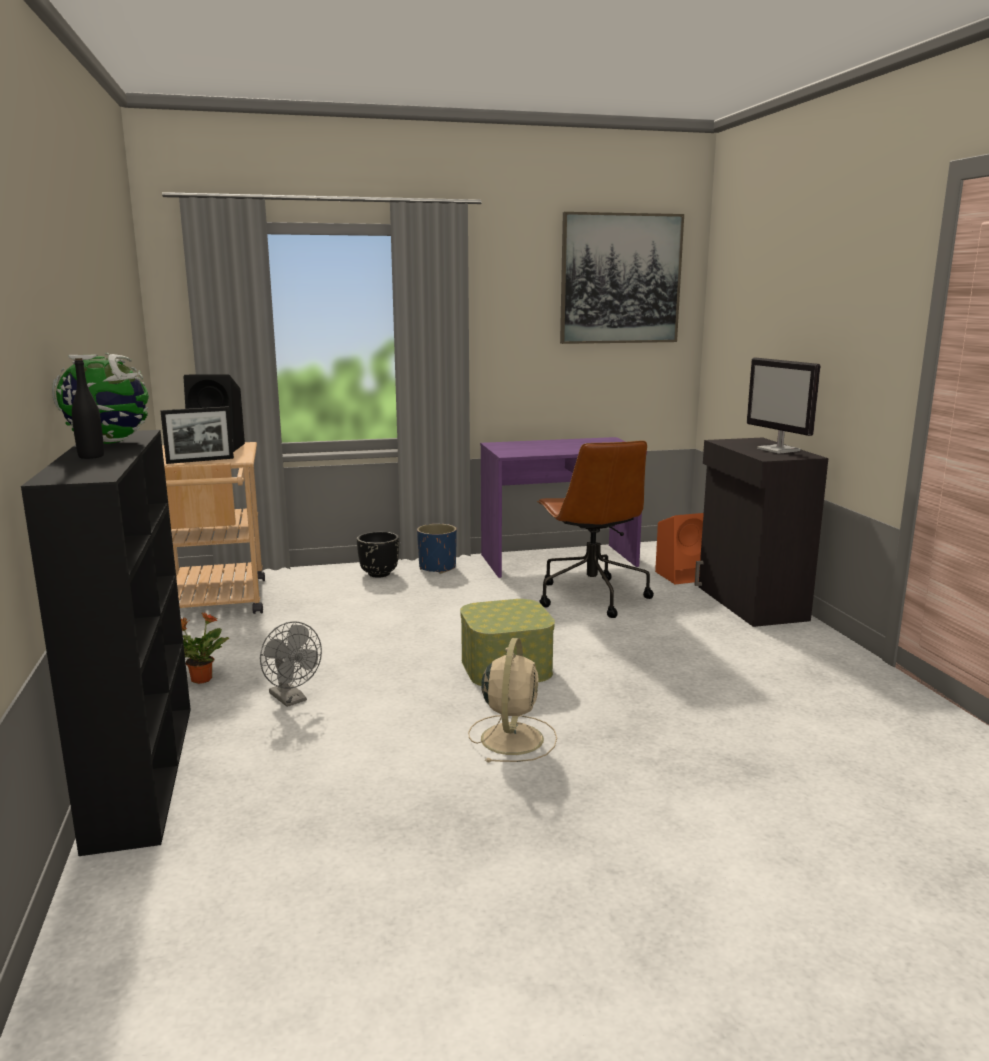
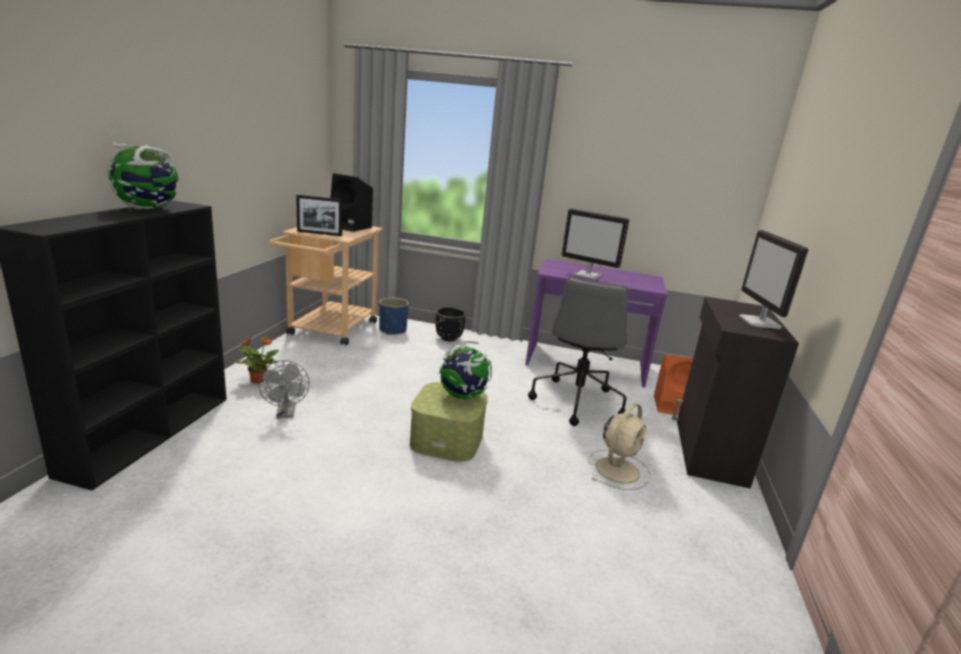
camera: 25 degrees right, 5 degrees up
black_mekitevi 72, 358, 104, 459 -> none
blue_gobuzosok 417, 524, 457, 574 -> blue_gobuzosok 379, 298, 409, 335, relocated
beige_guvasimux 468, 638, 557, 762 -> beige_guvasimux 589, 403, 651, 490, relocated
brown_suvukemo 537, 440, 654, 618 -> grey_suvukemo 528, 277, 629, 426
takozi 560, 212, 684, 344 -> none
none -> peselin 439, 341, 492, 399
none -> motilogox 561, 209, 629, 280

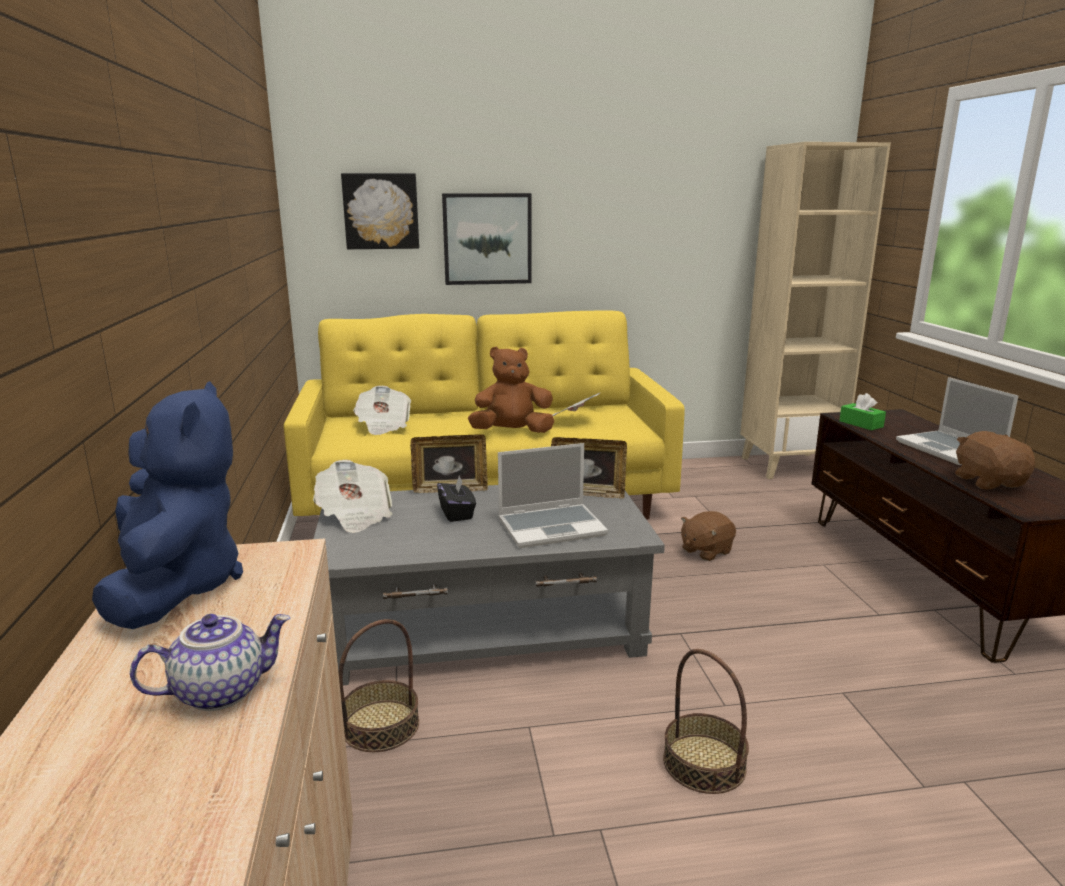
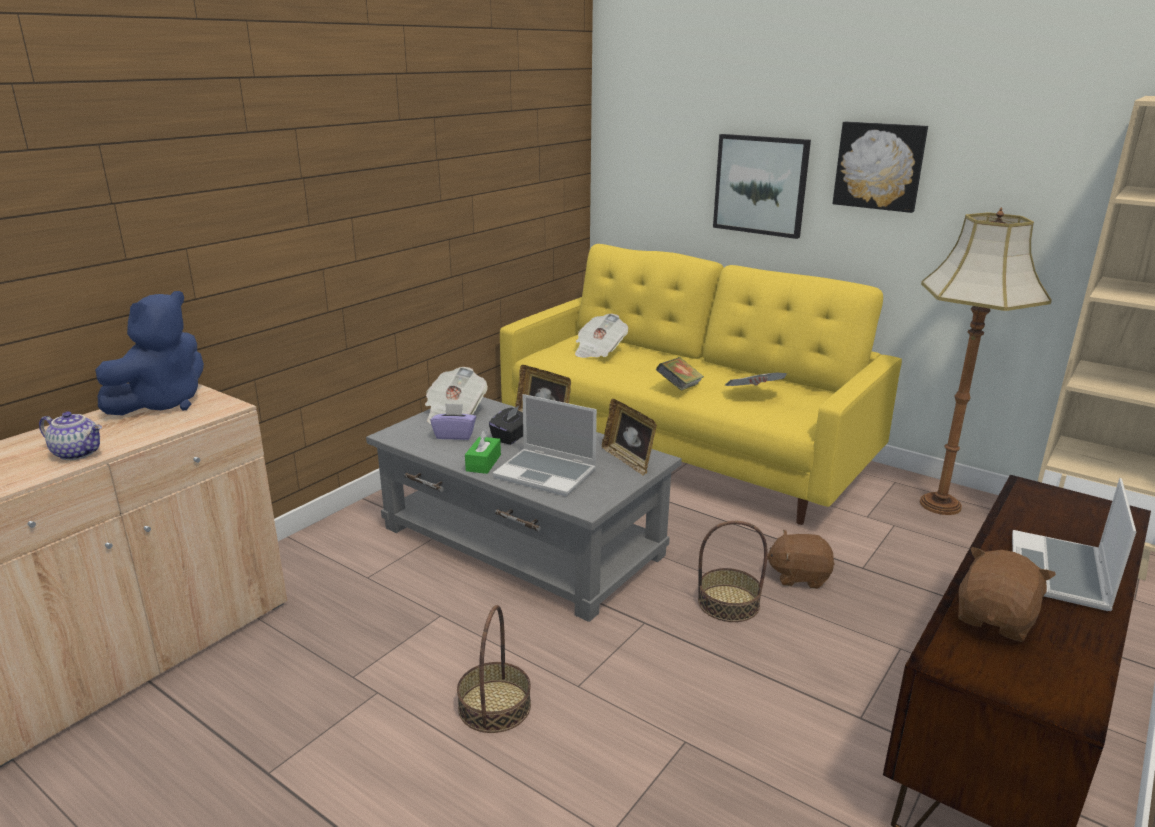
camera: 45 degrees right, 5 degrees up
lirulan 338, 619, 419, 752 -> lirulan 698, 521, 768, 622, relocated
takozi 341, 173, 419, 249 -> takozi 833, 121, 928, 213, relocated
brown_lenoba 468, 347, 554, 433 -> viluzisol 656, 357, 704, 391
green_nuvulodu 839, 393, 886, 430 -> green_nuvulodu 465, 429, 501, 474, relocated
none -> purple_nuvulodu 430, 403, 476, 440
none -> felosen 920, 207, 1052, 515

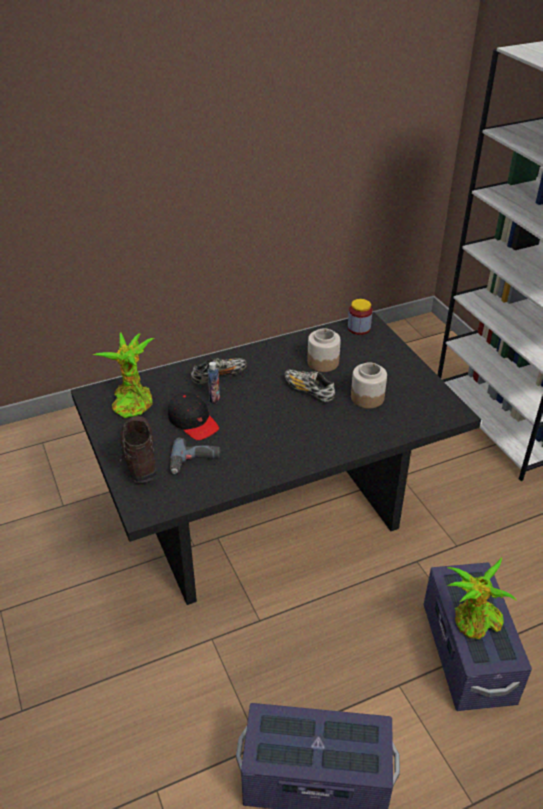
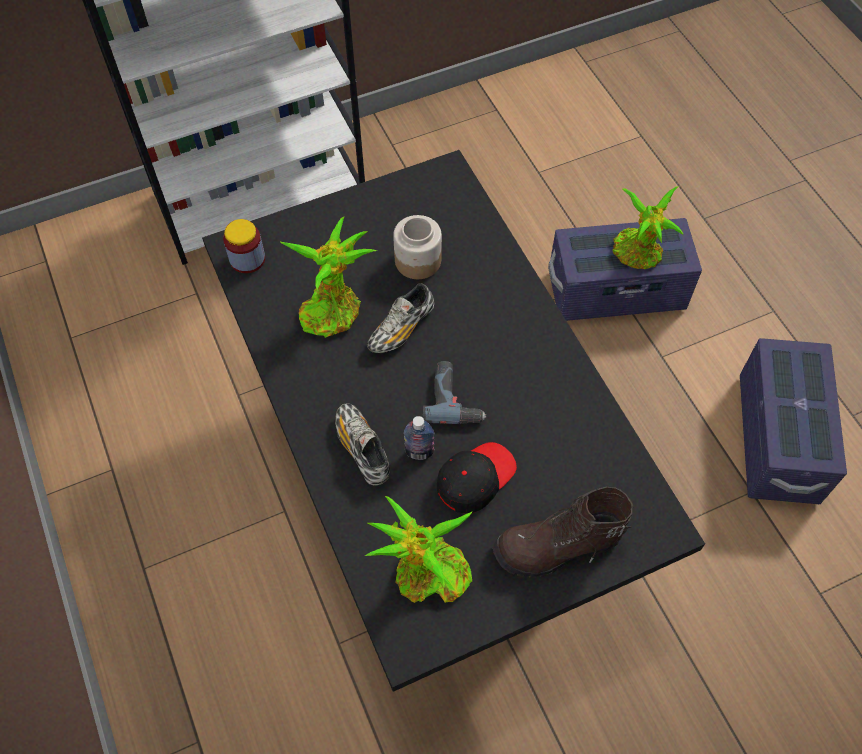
camera: 90 degrees left, 20 degrees up
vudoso 170, 438, 220, 474 -> vudoso 423, 361, 486, 424, relocated
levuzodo 307, 328, 341, 372 -> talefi 279, 217, 377, 338

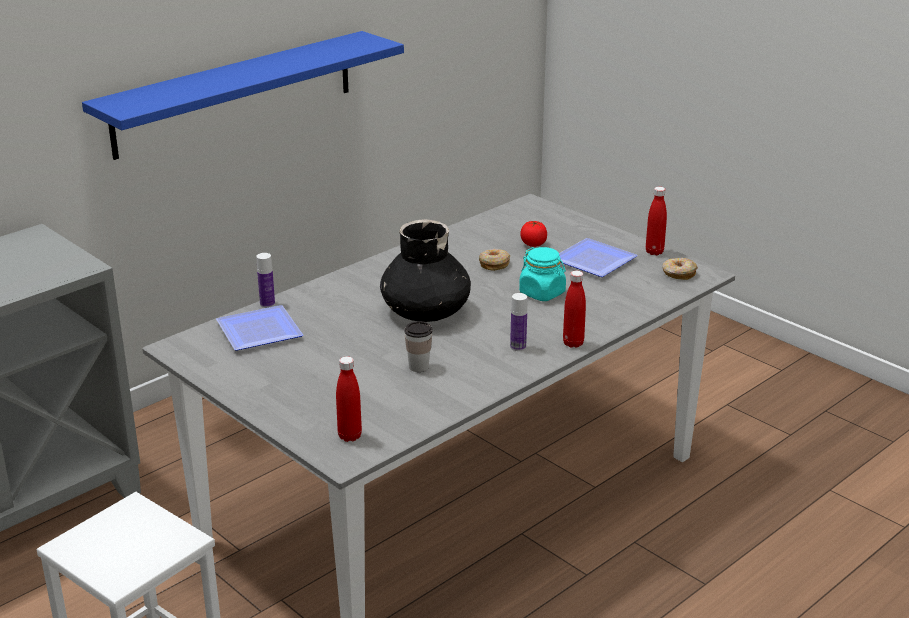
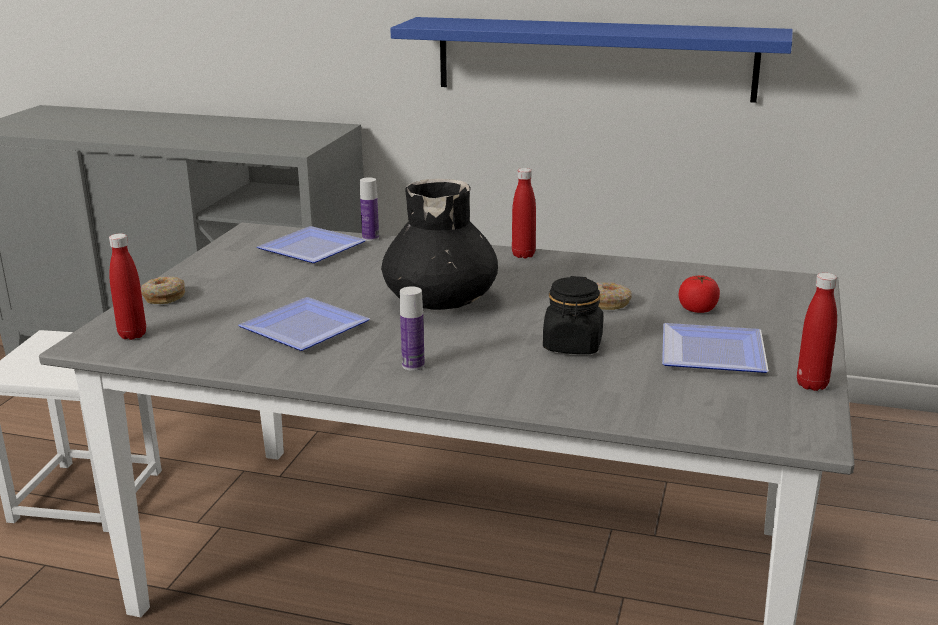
camera: 60 degrees right, 5 degrees down
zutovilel 404, 321, 433, 372 -> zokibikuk 238, 297, 370, 351
turquoise_levuzodo 519, 247, 566, 301 -> black_levuzodo 543, 276, 603, 354
red_mekitevi 563, 271, 586, 348 -> red_mekitevi 512, 168, 536, 258, relocated
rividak 662, 258, 698, 280 -> rividak 141, 277, 185, 304, relocated

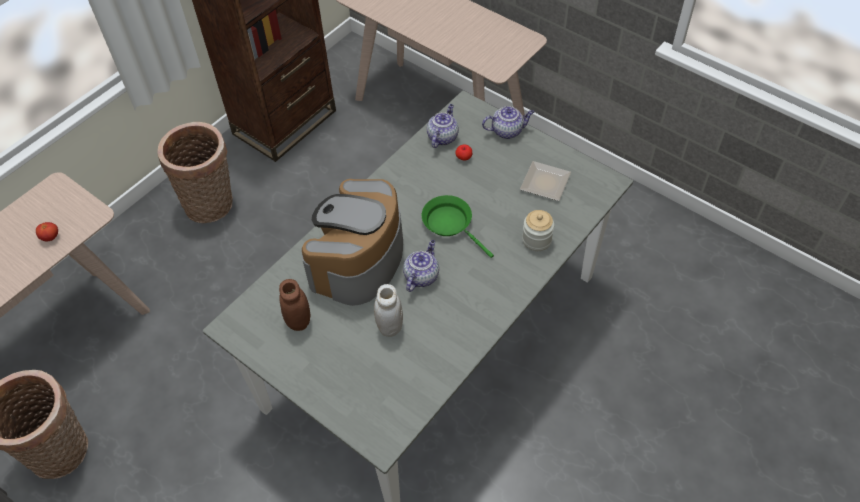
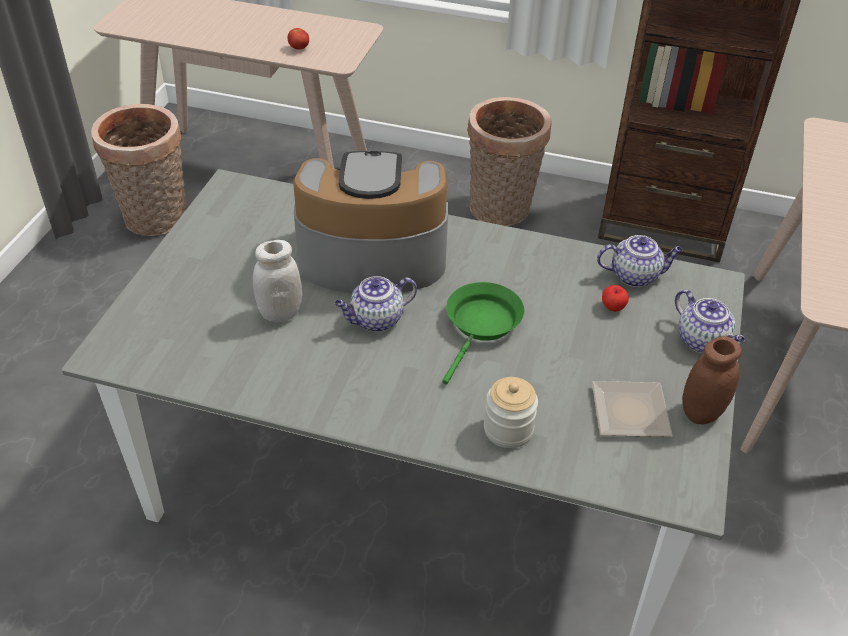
camera: 65 degrees right, 10 degrees down
brown_levuzodo 279, 279, 310, 331 -> brown_levuzodo 682, 336, 742, 425, relocated
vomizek 403, 240, 439, 292 -> vomizek 335, 276, 417, 332, 150 degrees clockwise

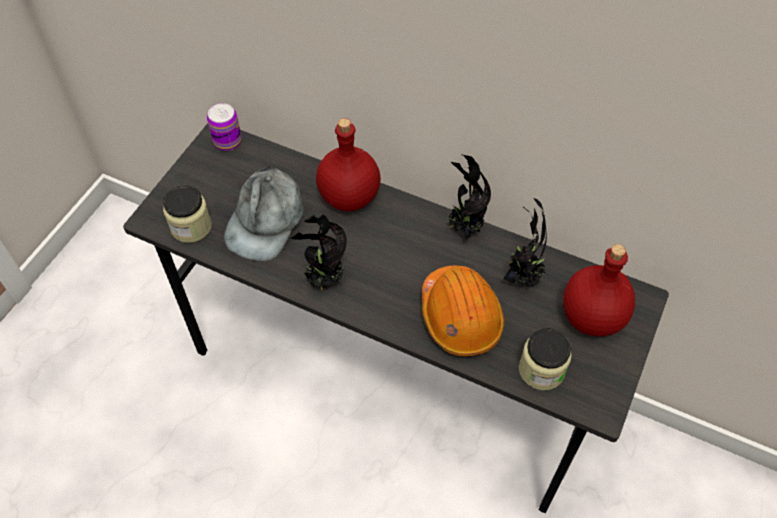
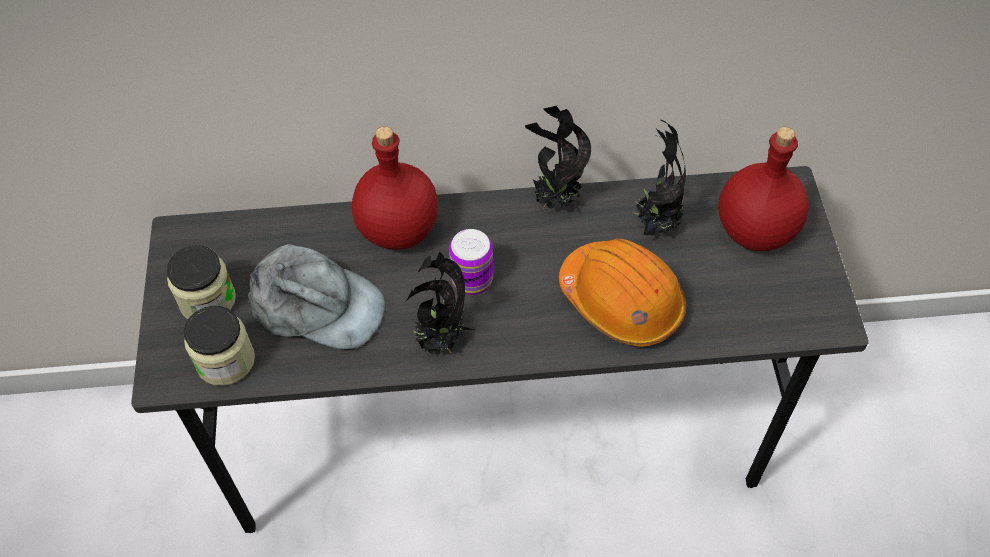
camera: 30 degrees left, 0 degrees up
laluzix 207, 103, 242, 151 -> laluzix 449, 229, 493, 295, relocated
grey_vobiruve 224, 166, 304, 261 -> grey_vobiruve 248, 244, 385, 350, 60 degrees counterclockwise
levuzodo 519, 328, 572, 390 -> levuzodo 167, 245, 236, 319, relocated

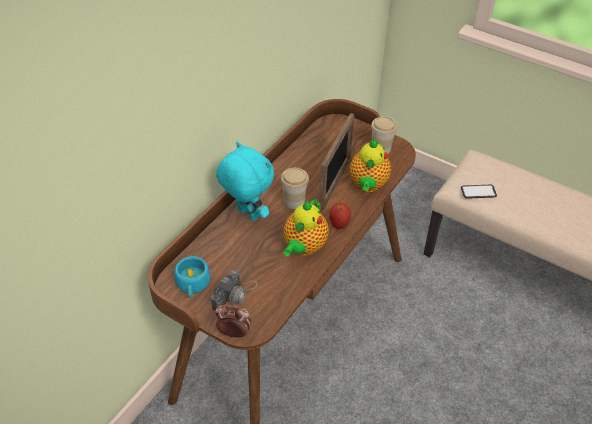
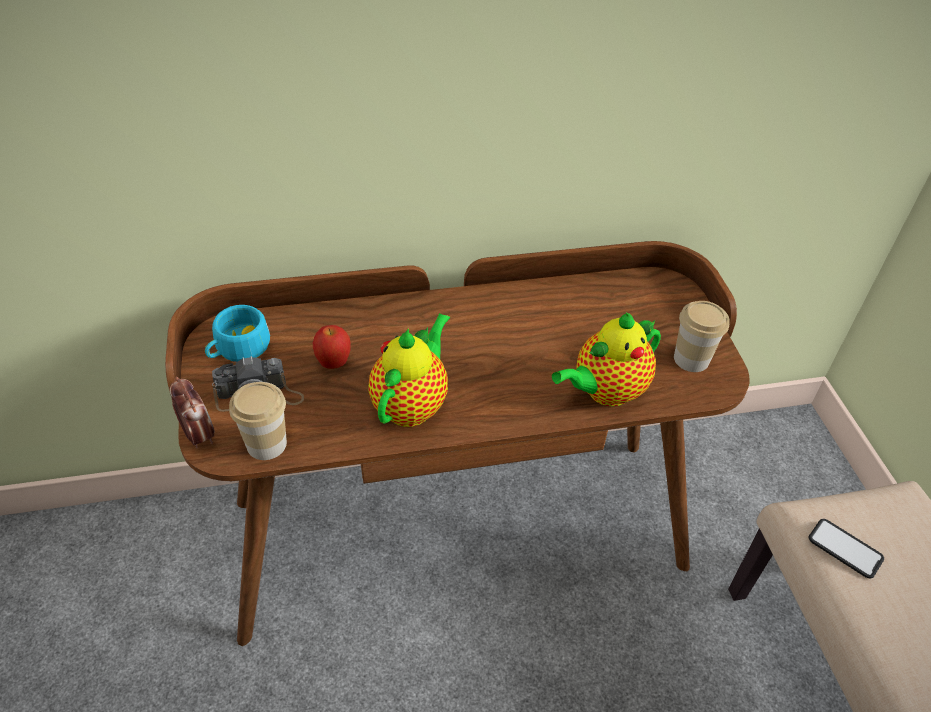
camera: 45 degrees right, 0 degrees up
turquoise_lenoba 216, 141, 274, 221 -> none
zutovilel 281, 168, 309, 209 -> zutovilel 229, 382, 287, 460, relocated
vomizek 283, 198, 329, 256 -> vomizek 368, 313, 450, 427, 135 degrees clockwise
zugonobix 319, 113, 355, 211 -> none
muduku 329, 203, 351, 229 -> muduku 313, 325, 350, 369, relocated

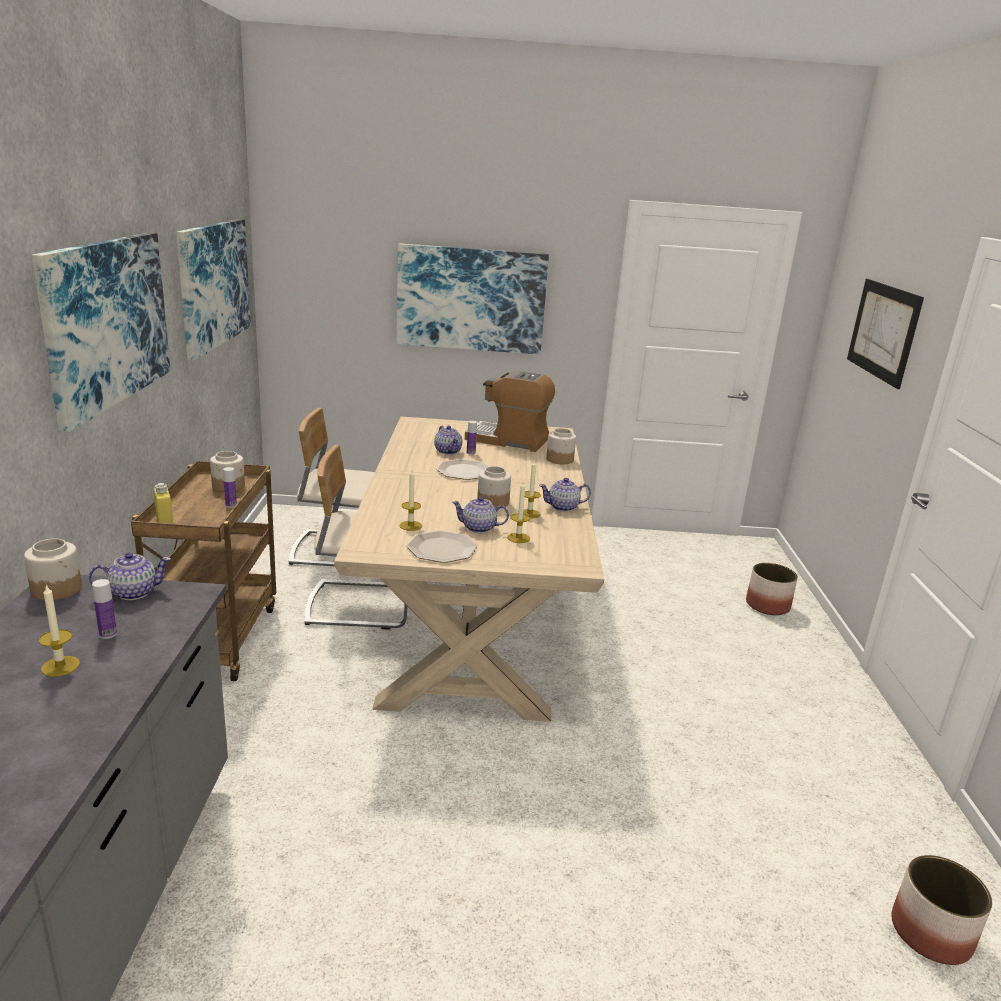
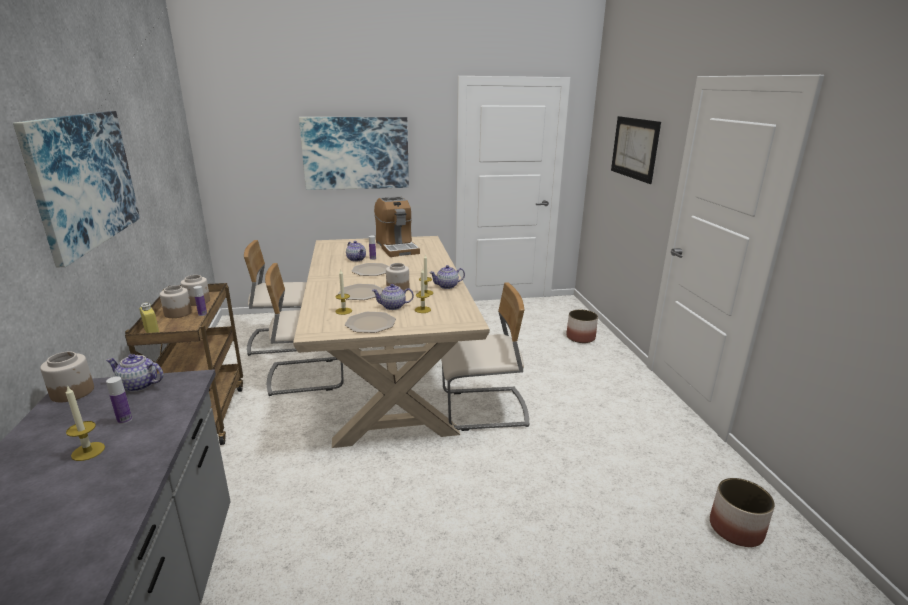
camera: 10 degrees left, 0 degrees up
vomizek 89, 552, 171, 600 -> vomizek 106, 354, 163, 392, 135 degrees counterclockwise
takozi 176, 219, 251, 361 -> none
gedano 465, 370, 555, 452 -> gedano 374, 196, 420, 257, 120 degrees counterclockwise
levuzodo 546, 428, 576, 464 -> levuzodo 160, 285, 192, 318, relocated
none -> zokibikuk 338, 284, 383, 300
none -> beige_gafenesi 441, 282, 529, 431

